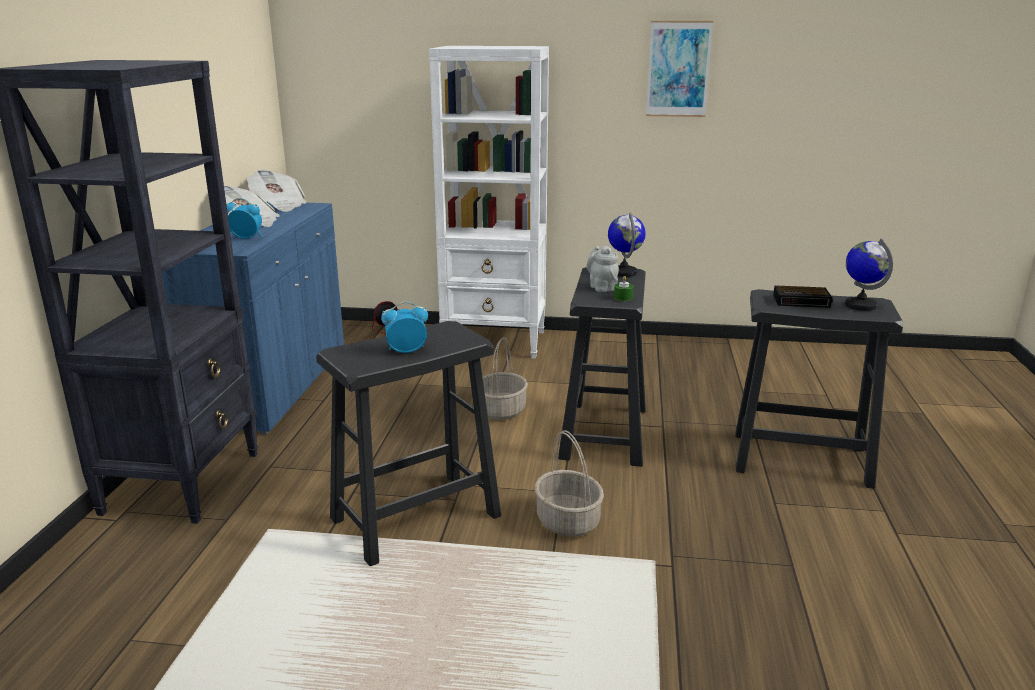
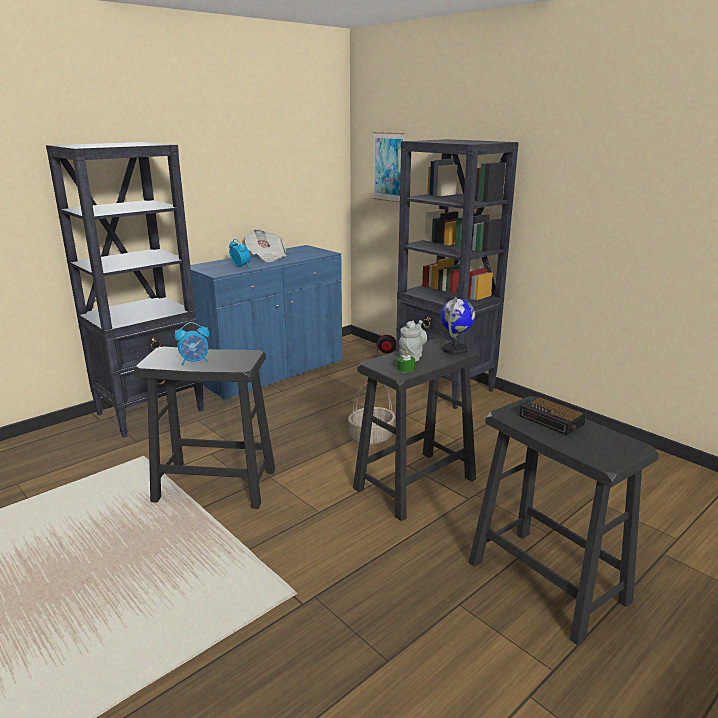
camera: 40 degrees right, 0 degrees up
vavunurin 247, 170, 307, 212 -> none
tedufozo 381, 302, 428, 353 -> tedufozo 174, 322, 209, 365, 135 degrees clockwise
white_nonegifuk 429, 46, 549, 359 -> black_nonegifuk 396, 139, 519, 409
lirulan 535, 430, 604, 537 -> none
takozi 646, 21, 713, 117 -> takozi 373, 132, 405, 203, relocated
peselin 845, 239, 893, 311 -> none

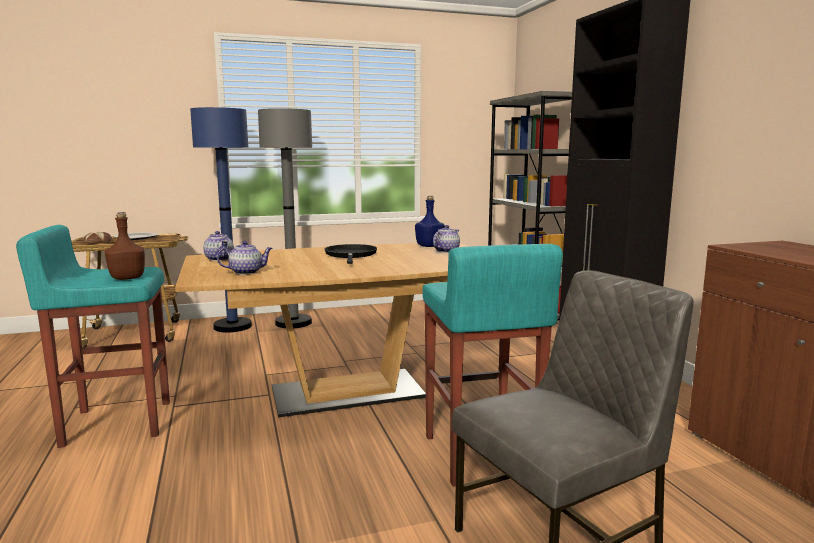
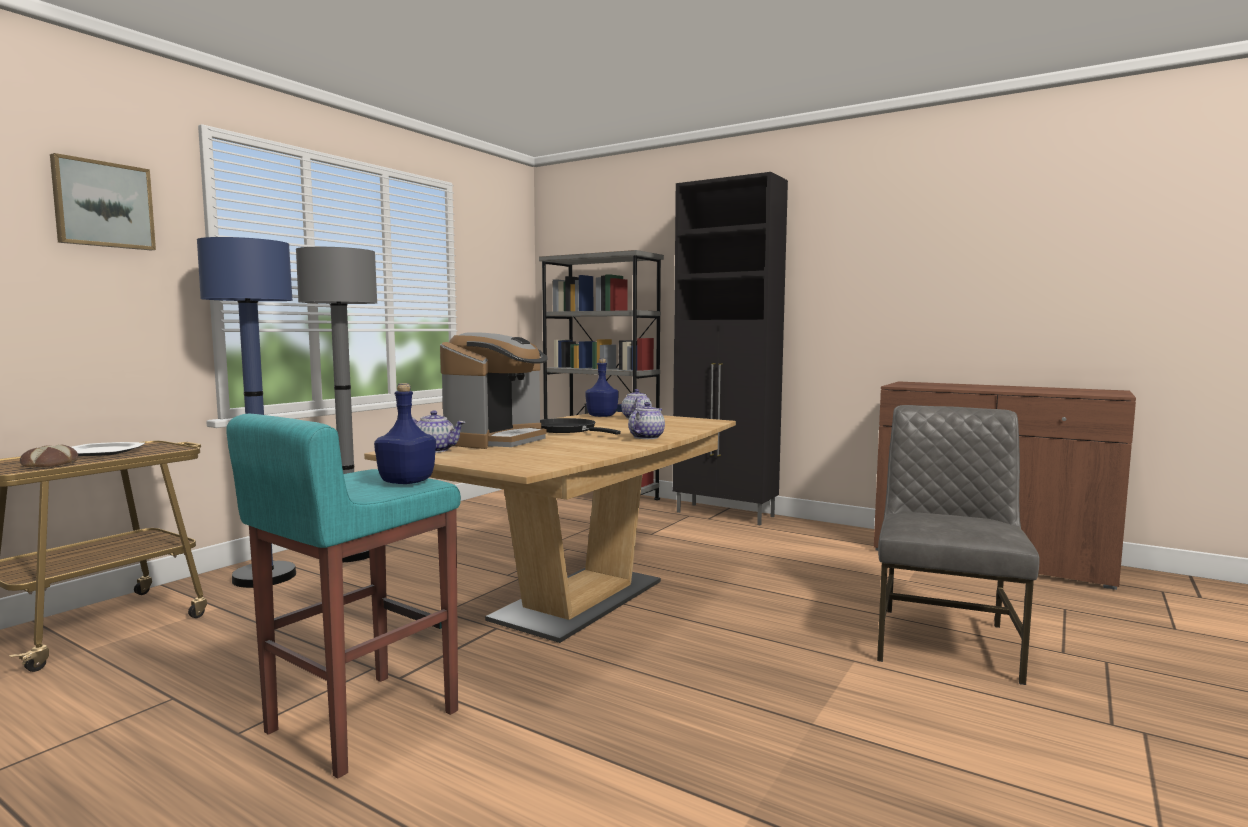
camera: 40 degrees left, 5 degrees down
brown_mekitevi 105, 212, 145, 280 -> blue_mekitevi 374, 383, 436, 484
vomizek 217, 241, 272, 275 -> vomizek 628, 402, 665, 439, relocated
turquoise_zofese 423, 244, 563, 487 -> none
none -> takozi 50, 153, 156, 250
none -> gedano 440, 332, 548, 449

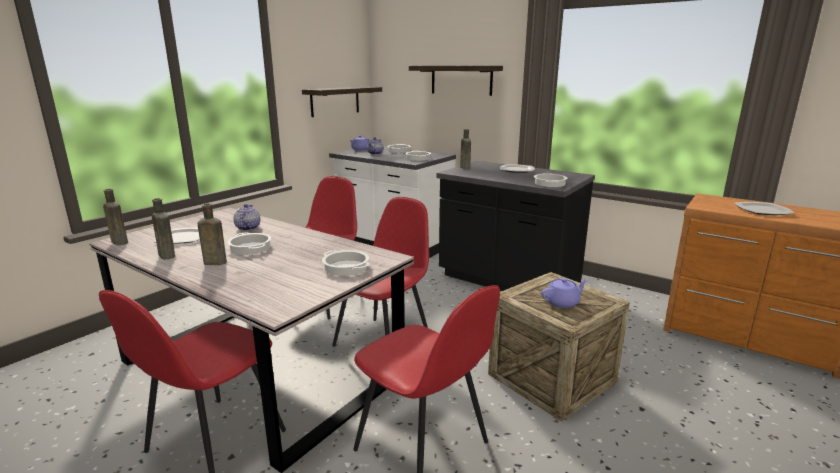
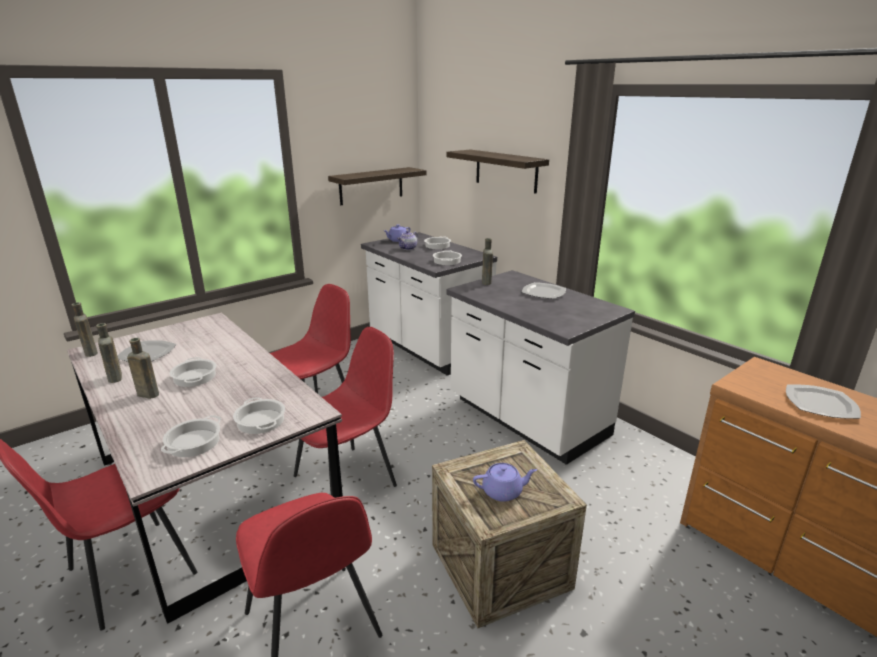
camera: 15 degrees right, 5 degrees up
vomizek 233, 204, 260, 231 -> none
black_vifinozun 437, 161, 595, 291 -> white_vifinozun 446, 270, 635, 465
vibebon 534, 173, 567, 187 -> vibebon 161, 415, 221, 457, relocated

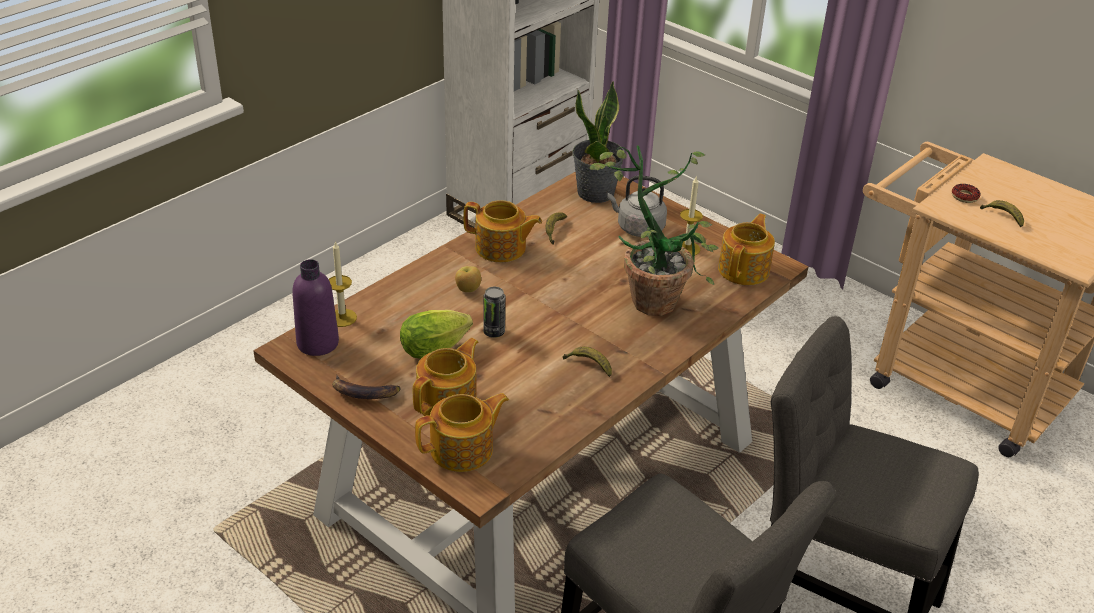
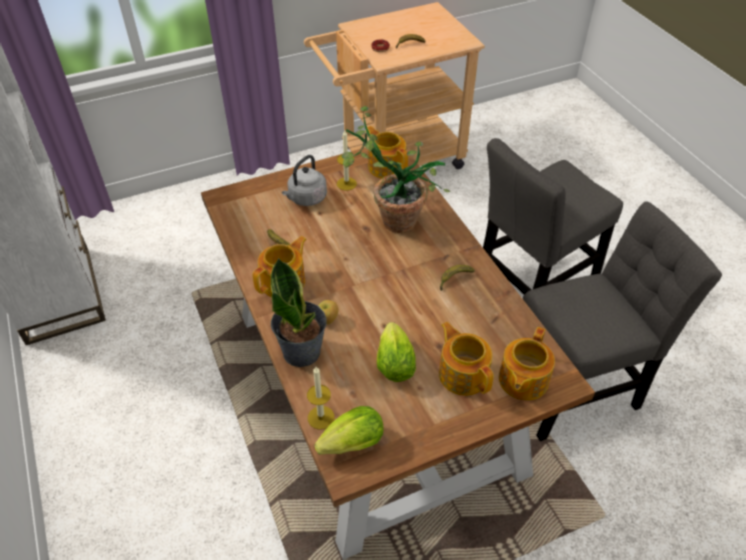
camera: 65 degrees left, 10 degrees up
purple_mekitevi 292, 259, 339, 356 -> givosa 314, 406, 384, 455
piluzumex 332, 375, 401, 399 -> none
vomizek 415, 393, 509, 472 -> vomizek 499, 327, 555, 401, 150 degrees counterclockwise
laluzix 483, 287, 505, 338 -> none
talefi 572, 81, 625, 203 -> talefi 271, 258, 327, 367, relocated

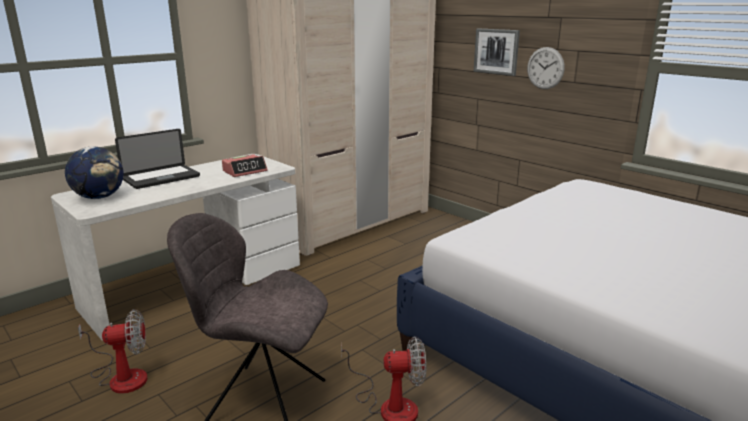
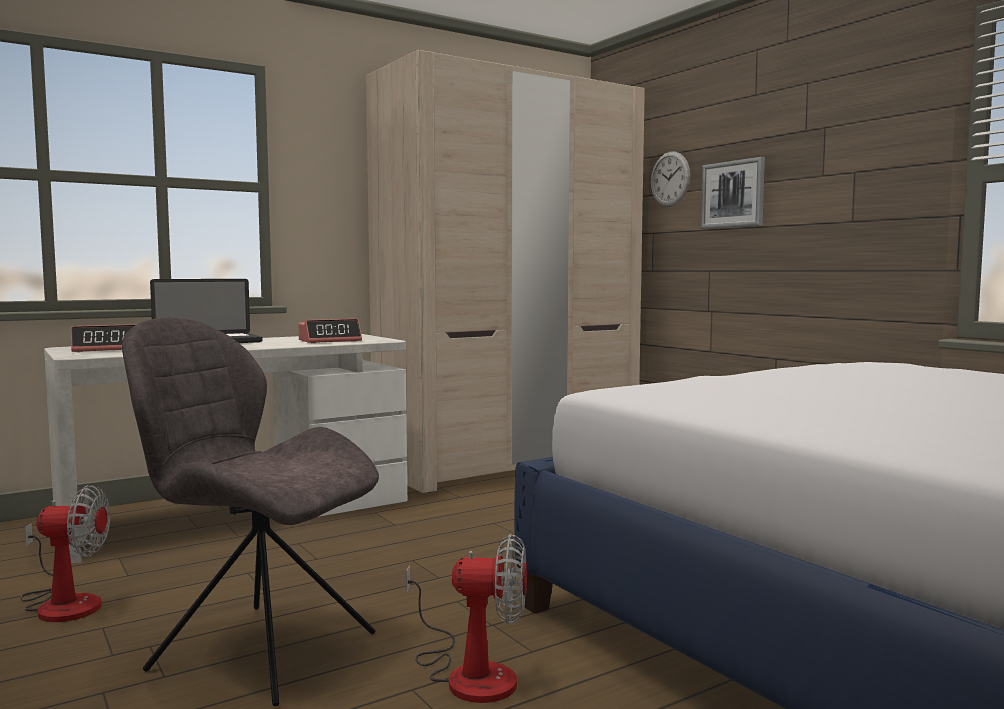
camera: 10 degrees right, 15 degrees down
peselin 65, 147, 123, 199 -> tedufozo 70, 324, 136, 352
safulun 527, 47, 565, 89 -> safulun 651, 152, 690, 207, relocated

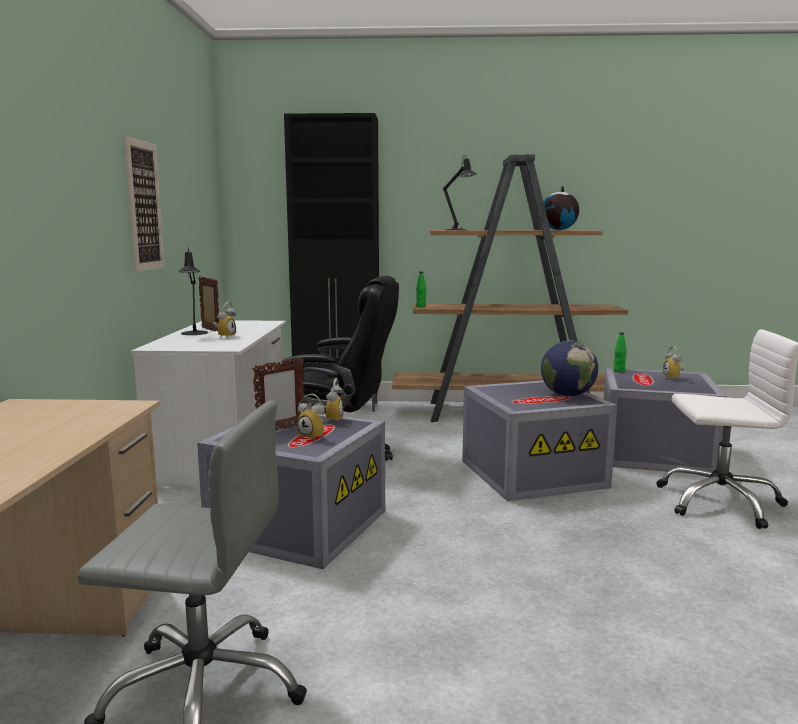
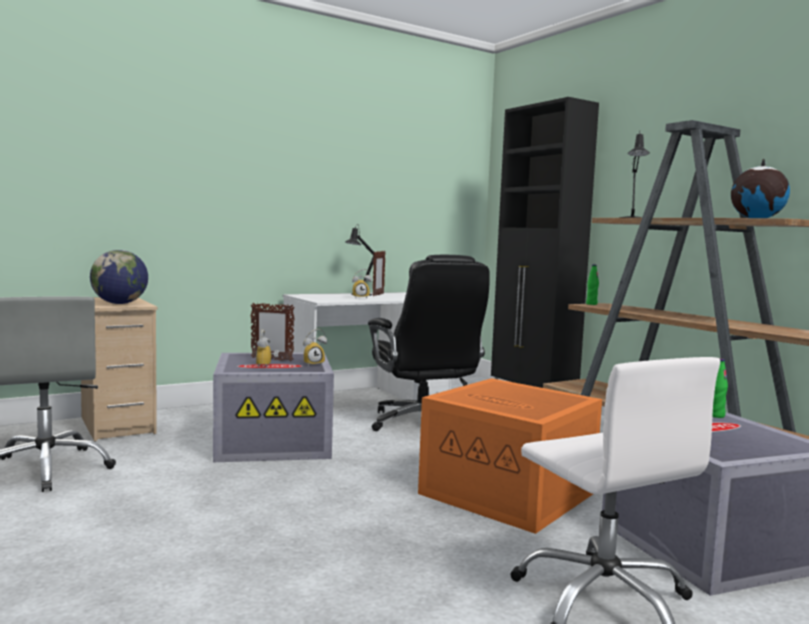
camera: 55 degrees right, 5 degrees down
takozi 124, 136, 165, 272 -> none
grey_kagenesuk 462, 380, 617, 502 -> orange_kagenesuk 418, 378, 602, 534
peselin 541, 340, 598, 396 -> peselin 90, 250, 148, 304, relocated
tedufozo 663, 346, 685, 380 -> none

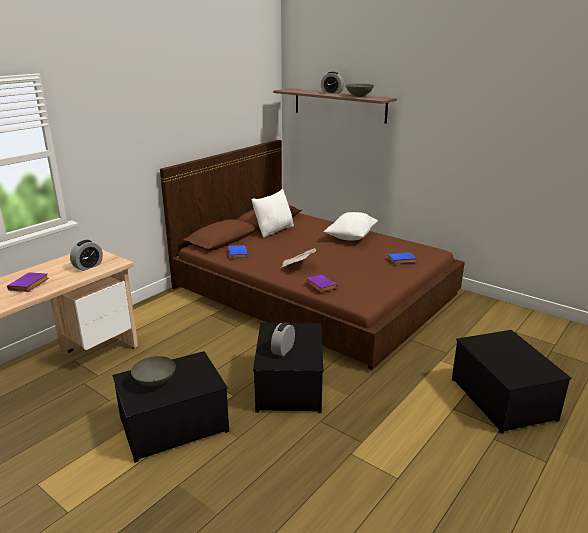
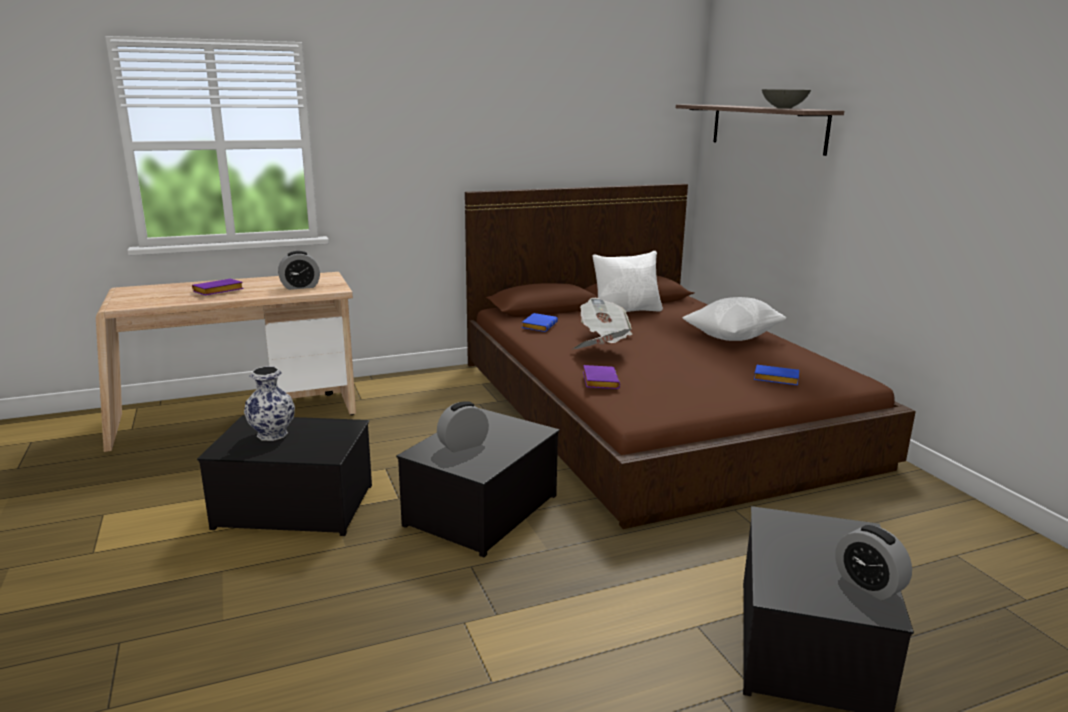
camera: 30 degrees right, 5 degrees down
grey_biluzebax 131, 356, 176, 386 -> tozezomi 244, 367, 295, 441
tedufozo 321, 72, 344, 94 -> tedufozo 835, 525, 912, 600, relocated
none -> vavunurin 580, 298, 633, 343

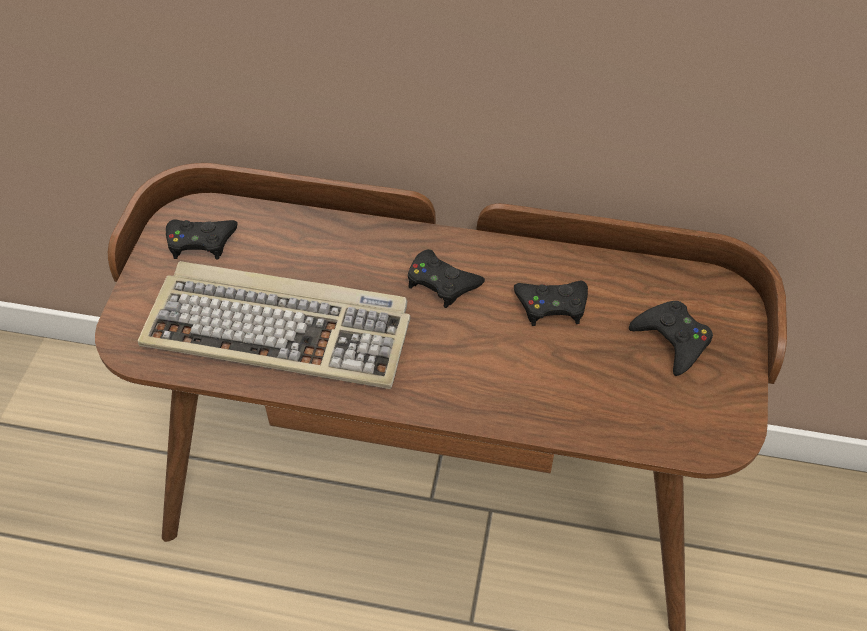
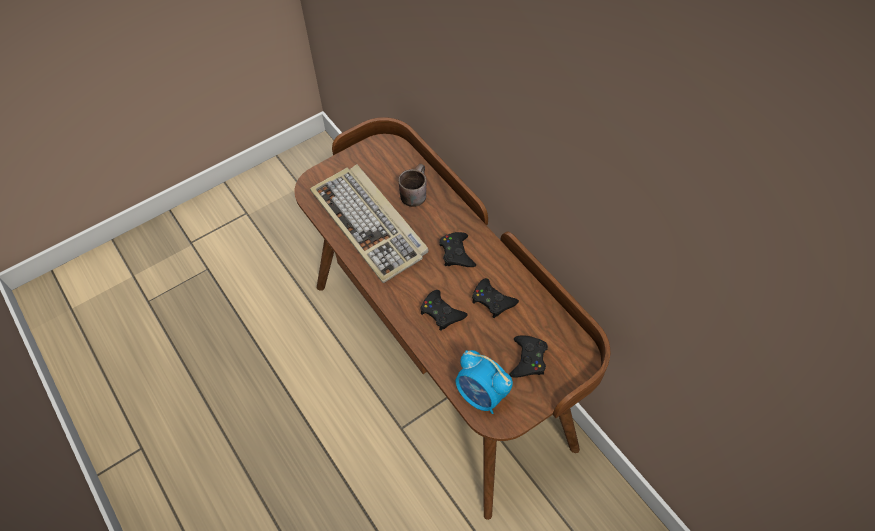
camera: 45 degrees right, 5 degrees up
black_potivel 166, 219, 238, 259 -> black_potivel 421, 290, 468, 331, relocated
none -> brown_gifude 398, 164, 426, 207
none -> tedufozo 456, 350, 513, 414

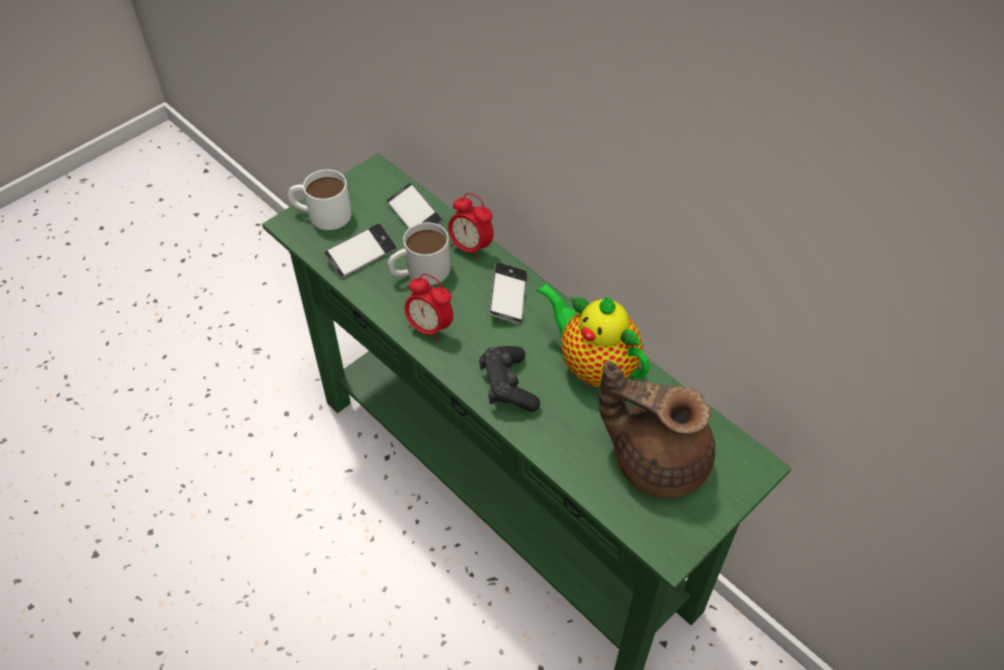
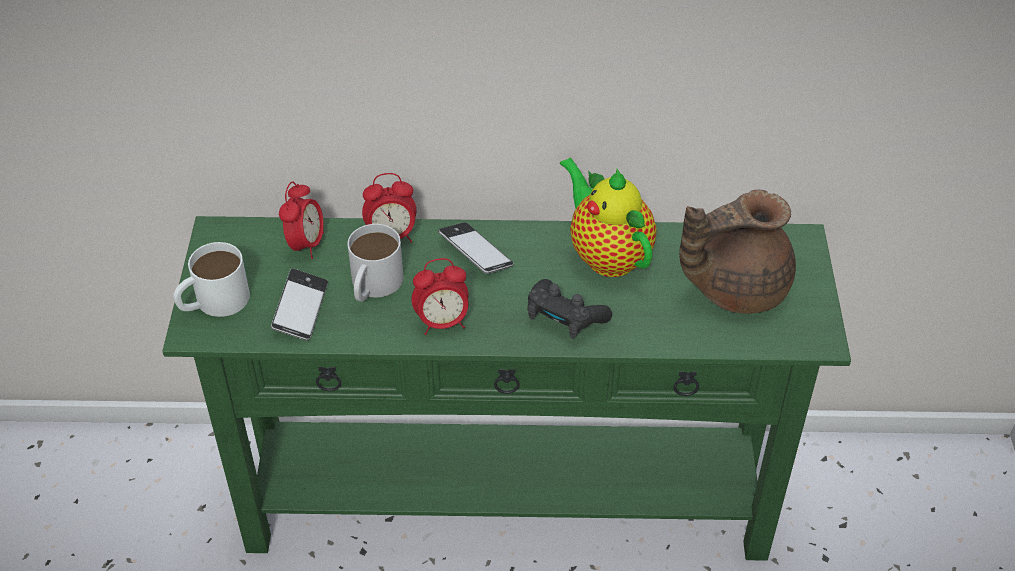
camera: 45 degrees left, 5 degrees down
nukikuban 387, 183, 443, 229 -> tedufozo 279, 182, 324, 259
vomizek 537, 283, 650, 387 -> vomizek 560, 157, 656, 277, 60 degrees clockwise

